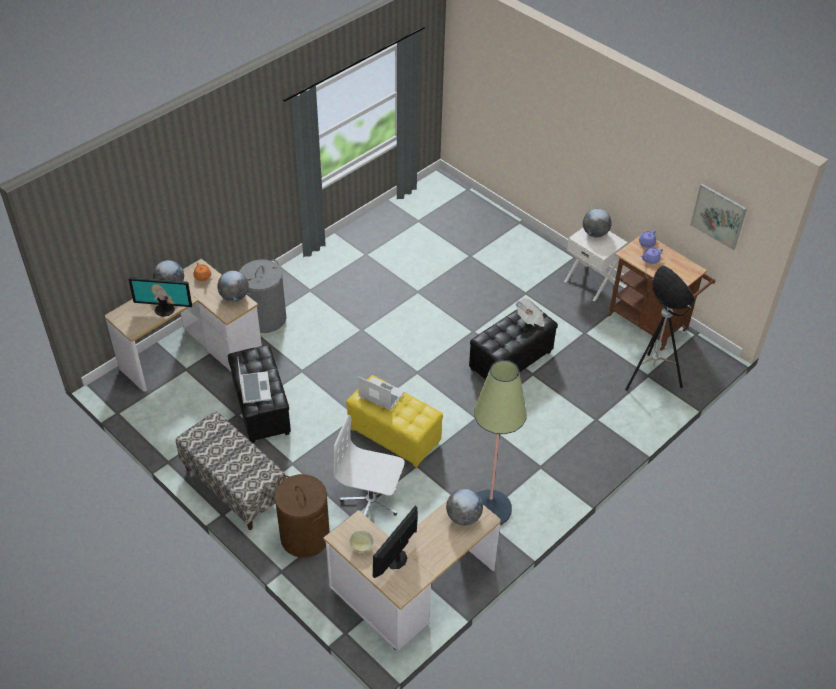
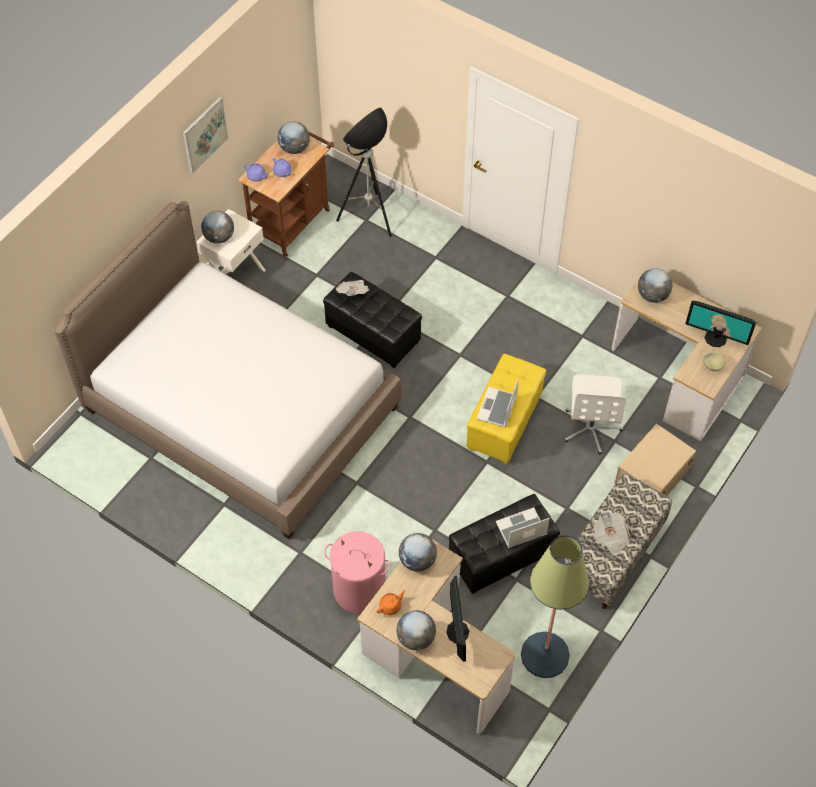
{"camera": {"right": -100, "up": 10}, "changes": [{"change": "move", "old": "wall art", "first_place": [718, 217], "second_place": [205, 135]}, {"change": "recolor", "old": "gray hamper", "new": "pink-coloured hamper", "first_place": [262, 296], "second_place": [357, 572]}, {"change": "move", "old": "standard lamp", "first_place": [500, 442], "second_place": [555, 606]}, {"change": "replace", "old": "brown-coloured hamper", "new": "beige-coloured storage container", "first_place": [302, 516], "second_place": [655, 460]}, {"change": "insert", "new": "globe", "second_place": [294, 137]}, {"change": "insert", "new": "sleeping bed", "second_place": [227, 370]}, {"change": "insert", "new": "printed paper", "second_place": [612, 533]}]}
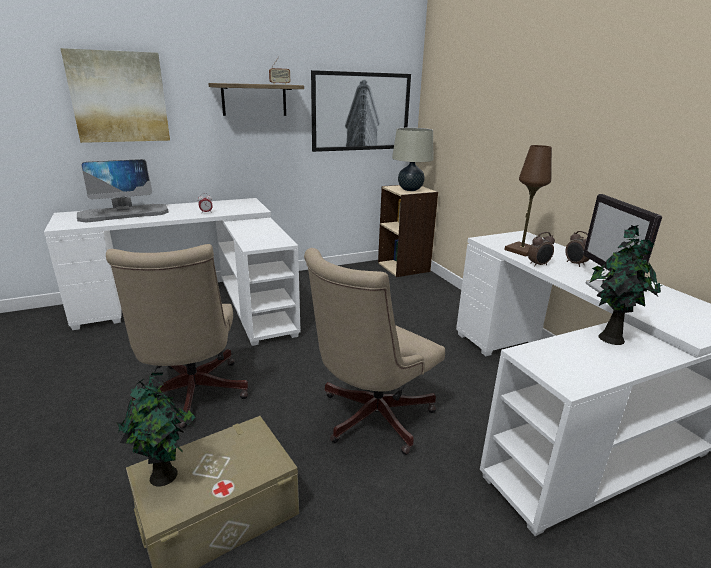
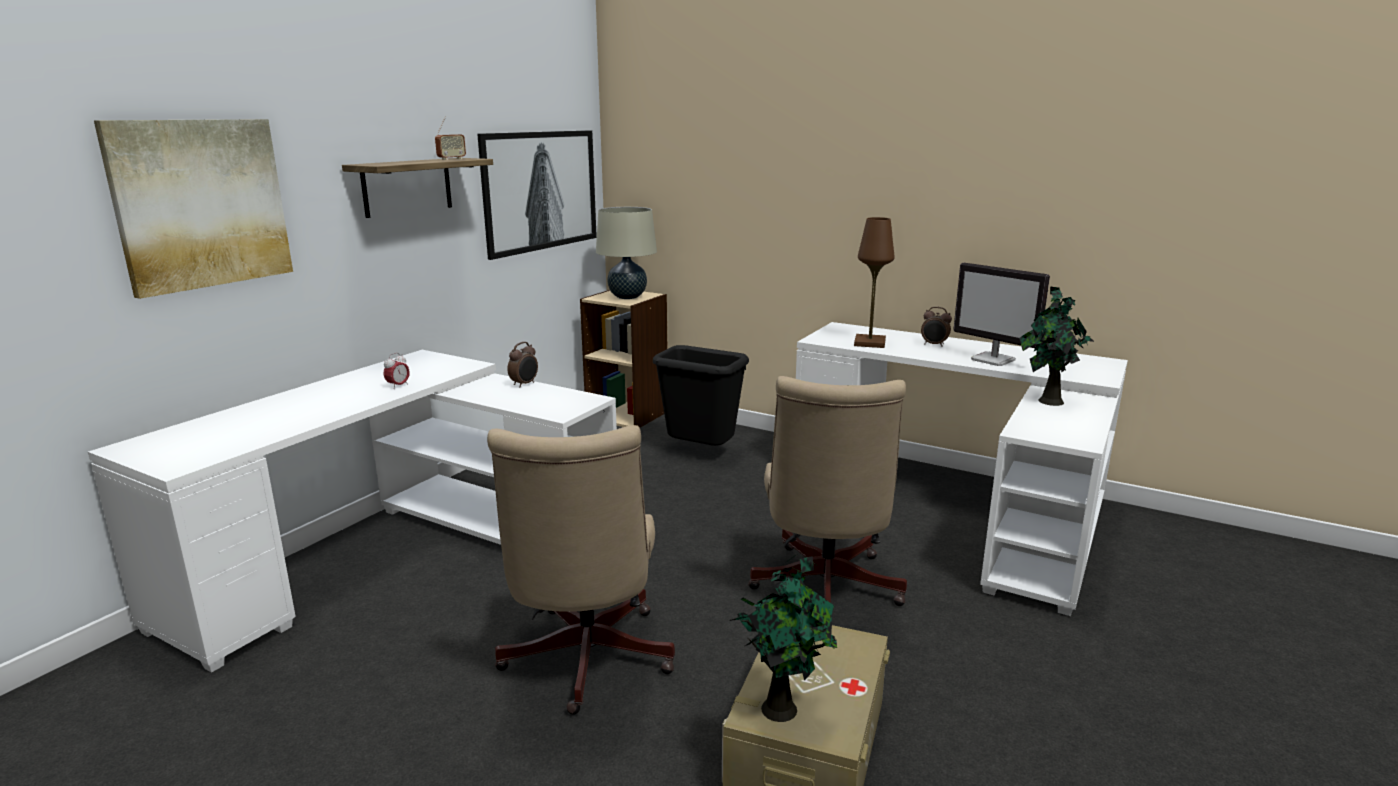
{"camera": {"right": -35, "up": -5}, "changes": [{"change": "delete", "old": "monitor", "first_place": [123, 191]}, {"change": "move", "old": "table clock", "first_place": [541, 249], "second_place": [522, 364]}, {"change": "rotate", "old": "beige-coloured computer chair", "first_place": [177, 336], "second_place": [581, 570], "degrees": 45}, {"change": "insert", "new": "black-coloured trash can", "second_place": [701, 395]}]}
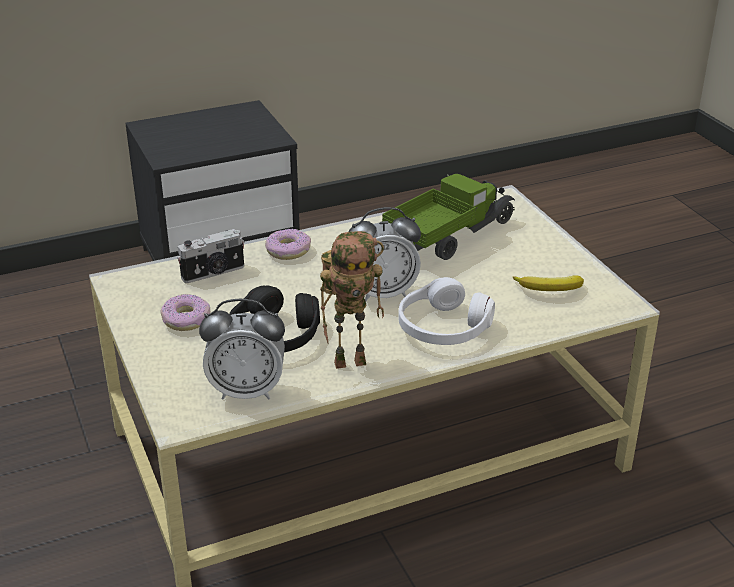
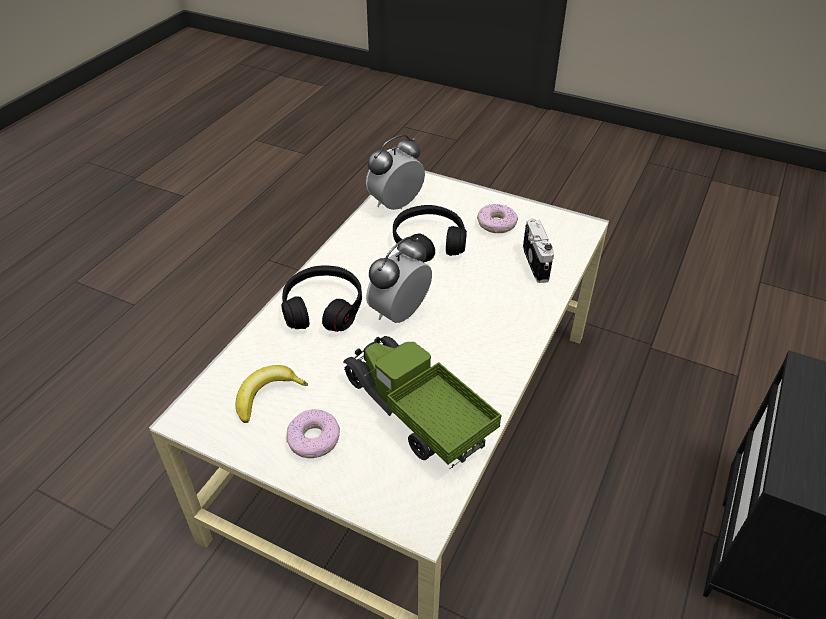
{"camera": {"right": 140, "up": 10}, "changes": [{"change": "rotate", "old": "model truck", "first_place": [448, 217], "second_place": [422, 402], "degrees": 135}, {"change": "rotate", "old": "photo camera", "first_place": [210, 256], "second_place": [538, 250], "degrees": 150}, {"change": "move", "old": "doughnut", "first_place": [288, 244], "second_place": [313, 433]}, {"change": "delete", "old": "toy robot", "first_place": [352, 300]}, {"change": "recolor", "old": "white pair of headphones", "new": "black-coloured pair of headphones", "first_place": [446, 311], "second_place": [321, 299]}]}
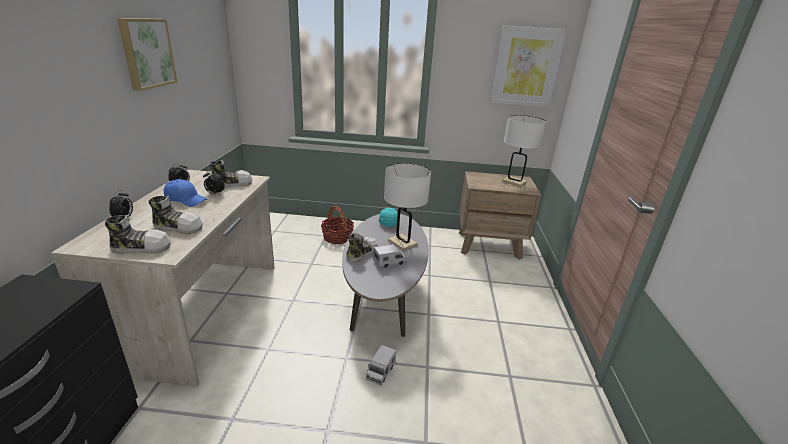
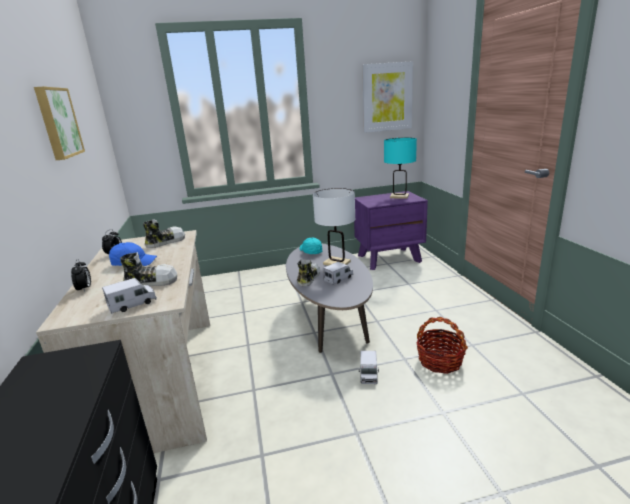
{"camera": {"right": -15, "up": -5}, "changes": [{"change": "recolor", "old": "white lamp for a table", "new": "turquoise lamp for a table", "first_place": [524, 151], "second_place": [400, 168]}, {"change": "delete", "old": "table clock", "first_place": [214, 182]}, {"change": "recolor", "old": "brown-coloured nightstand", "new": "purple-coloured nightstand", "first_place": [500, 215], "second_place": [391, 230]}, {"change": "move", "old": "household basket", "first_place": [337, 225], "second_place": [442, 345]}, {"change": "replace", "old": "item of footwear", "new": "model truck", "first_place": [138, 234], "second_place": [129, 296]}]}
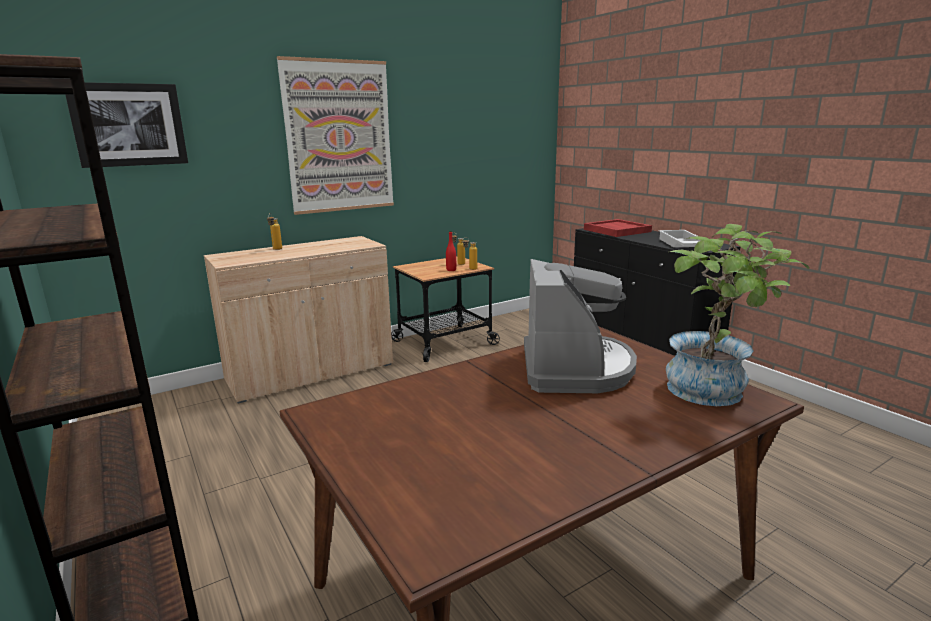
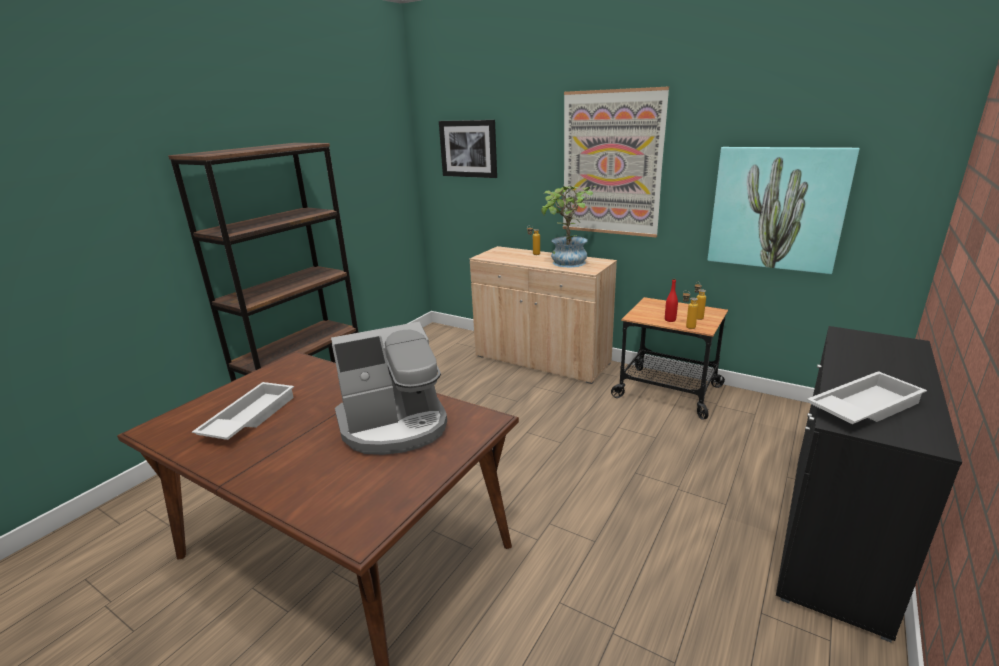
{"camera": {"right": 65, "up": 5}, "changes": [{"change": "delete", "old": "red-coloured carrying tray", "first_place": [618, 228]}, {"change": "move", "old": "potted plant", "first_place": [738, 315], "second_place": [568, 226]}, {"change": "insert", "new": "wall art", "second_place": [783, 210]}, {"change": "insert", "new": "white carrying tray", "second_place": [243, 411]}]}
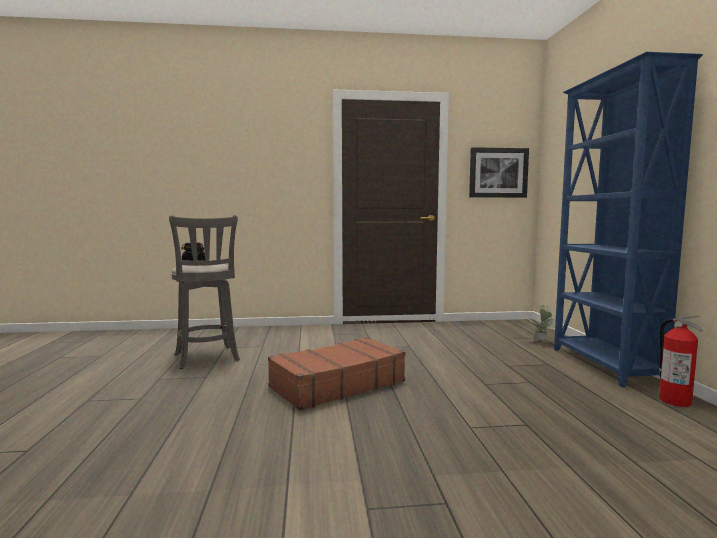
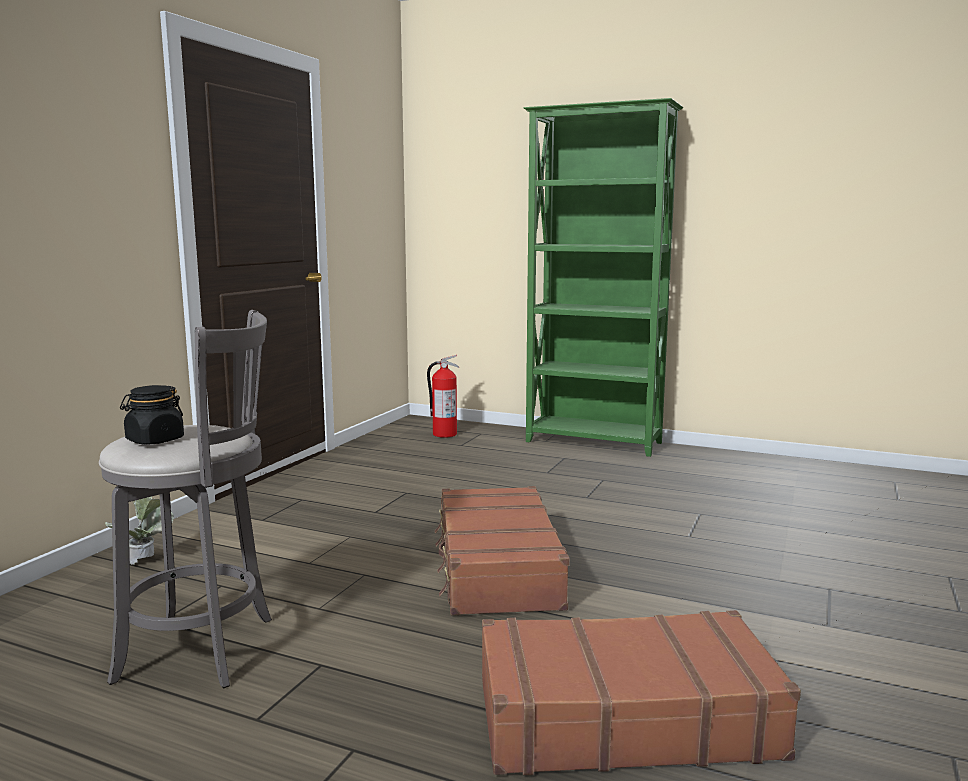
{"camera": {"right": -60, "up": 5}, "changes": [{"change": "recolor", "old": "bluish shelving unit", "new": "green shelving unit", "first_place": [628, 219], "second_place": [603, 277]}, {"change": "delete", "old": "wall art", "first_place": [499, 172]}, {"change": "move", "old": "potted plant", "first_place": [541, 323], "second_place": [139, 530]}, {"change": "move", "old": "extinguisher", "first_place": [681, 361], "second_place": [443, 396]}, {"change": "insert", "new": "brown-coloured suitcase", "second_place": [641, 692]}]}
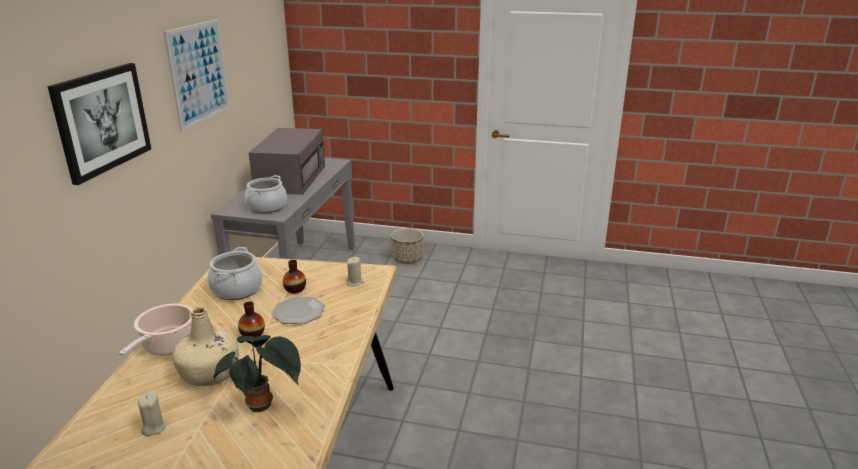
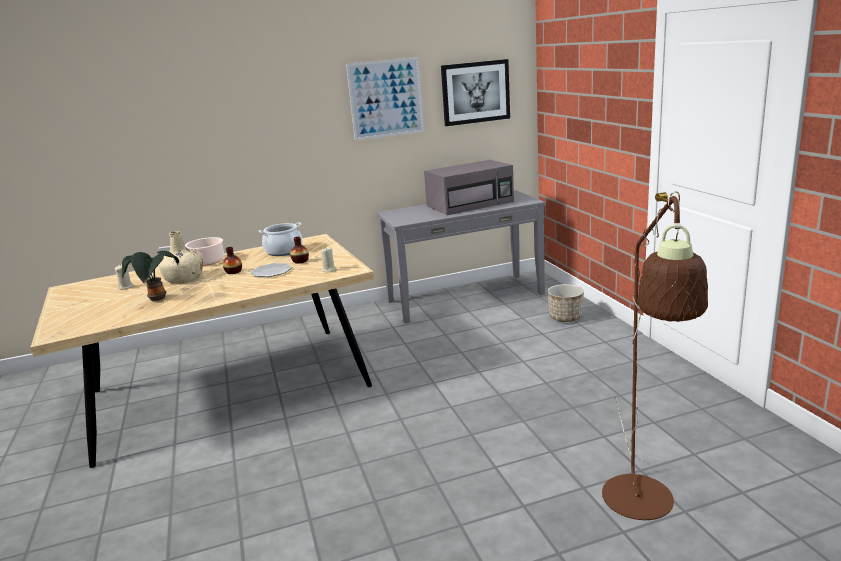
{"camera": {"right": 60, "up": -5}, "changes": [{"change": "move", "old": "wall art", "first_place": [99, 124], "second_place": [475, 92]}, {"change": "delete", "old": "cooking pot", "first_place": [266, 194]}, {"change": "insert", "new": "brown-coloured standard lamp", "second_place": [655, 355]}]}
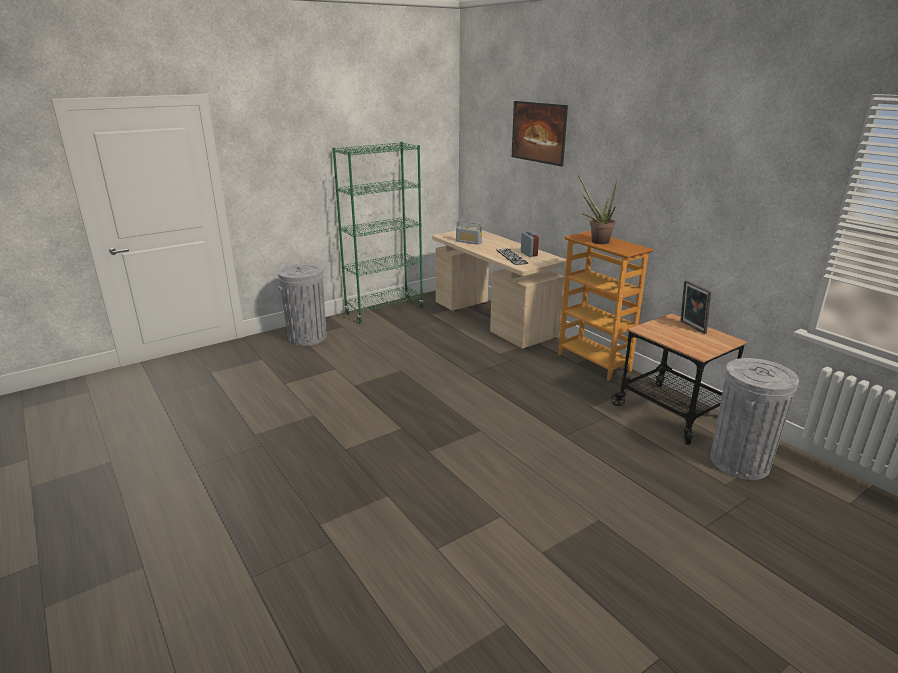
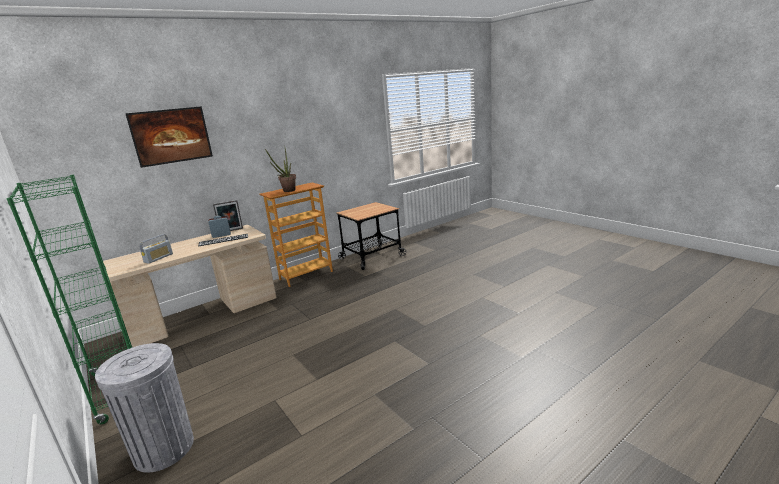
{"camera": {"right": -90, "up": -5}, "changes": [{"change": "move", "old": "photo frame", "first_place": [695, 307], "second_place": [228, 215]}, {"change": "delete", "old": "gray trash can", "first_place": [755, 419]}]}
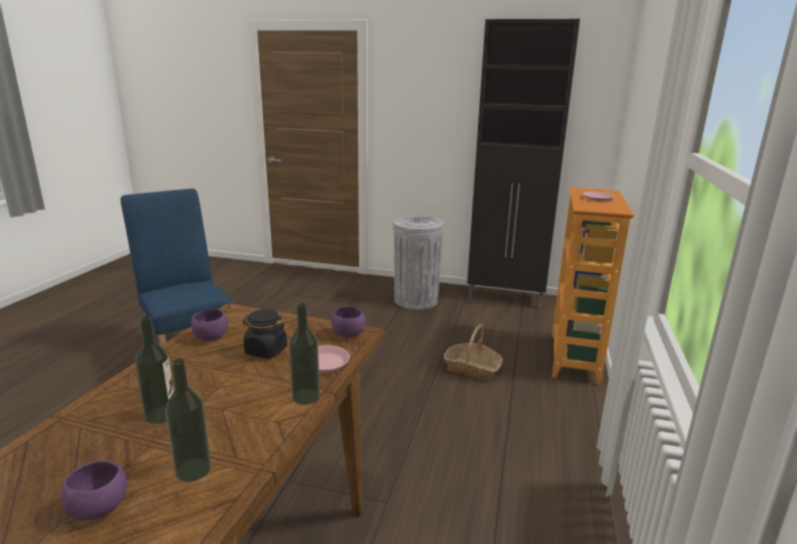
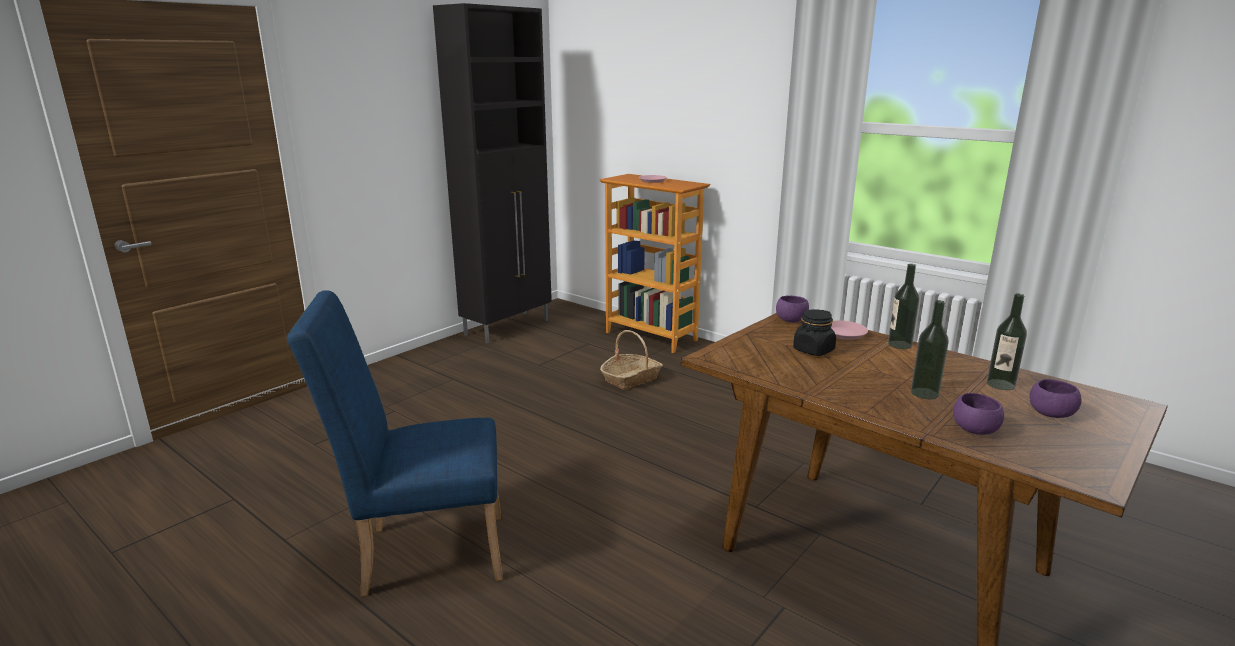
{"camera": {"right": -65, "up": 0}, "changes": [{"change": "delete", "old": "gray trash can", "first_place": [418, 263]}, {"change": "move", "old": "purple-coloured bowl", "first_place": [209, 325], "second_place": [978, 414]}]}
